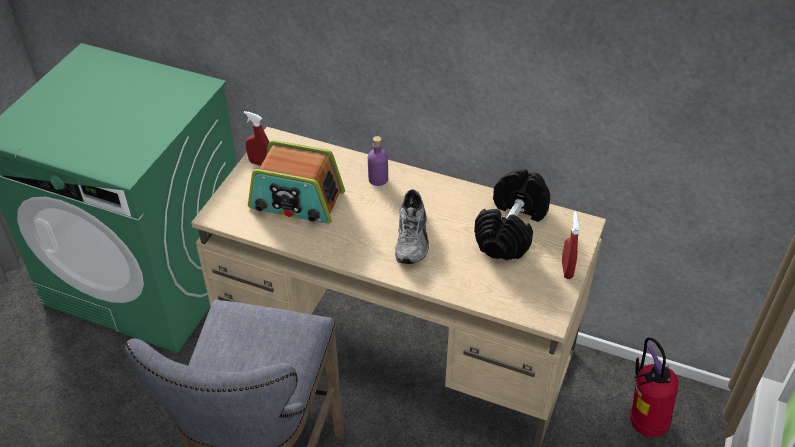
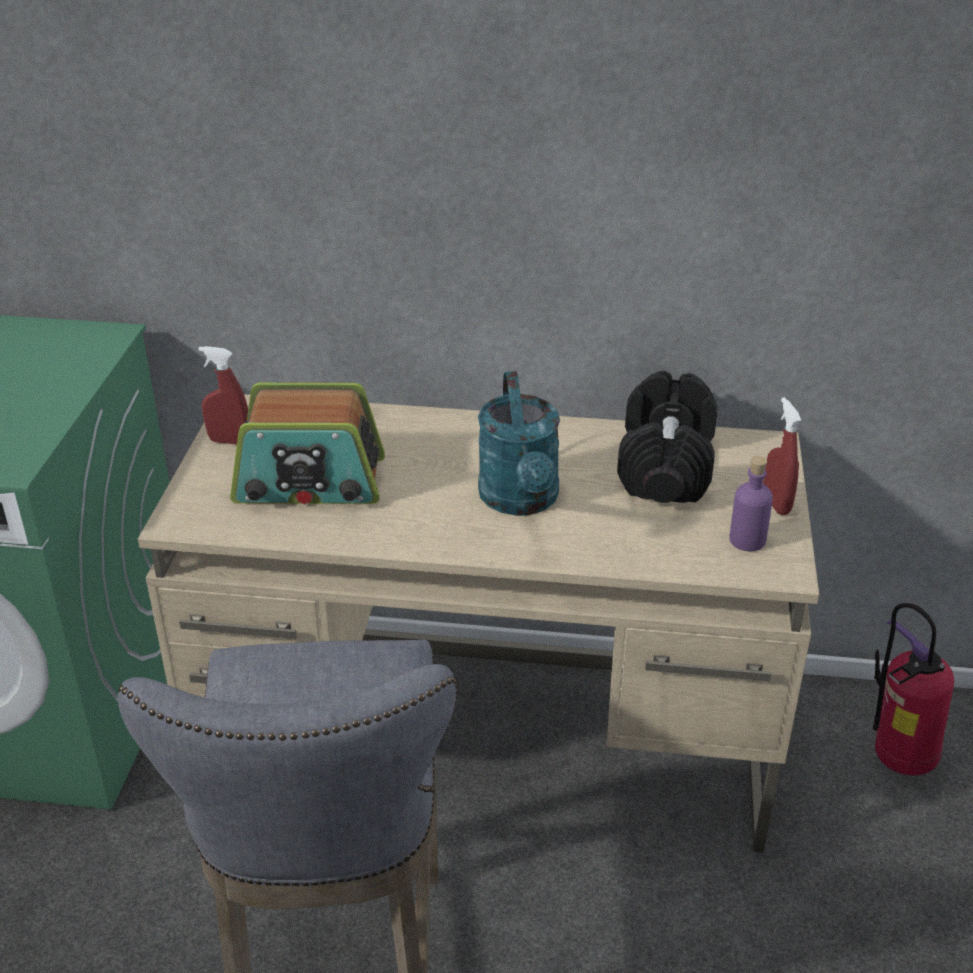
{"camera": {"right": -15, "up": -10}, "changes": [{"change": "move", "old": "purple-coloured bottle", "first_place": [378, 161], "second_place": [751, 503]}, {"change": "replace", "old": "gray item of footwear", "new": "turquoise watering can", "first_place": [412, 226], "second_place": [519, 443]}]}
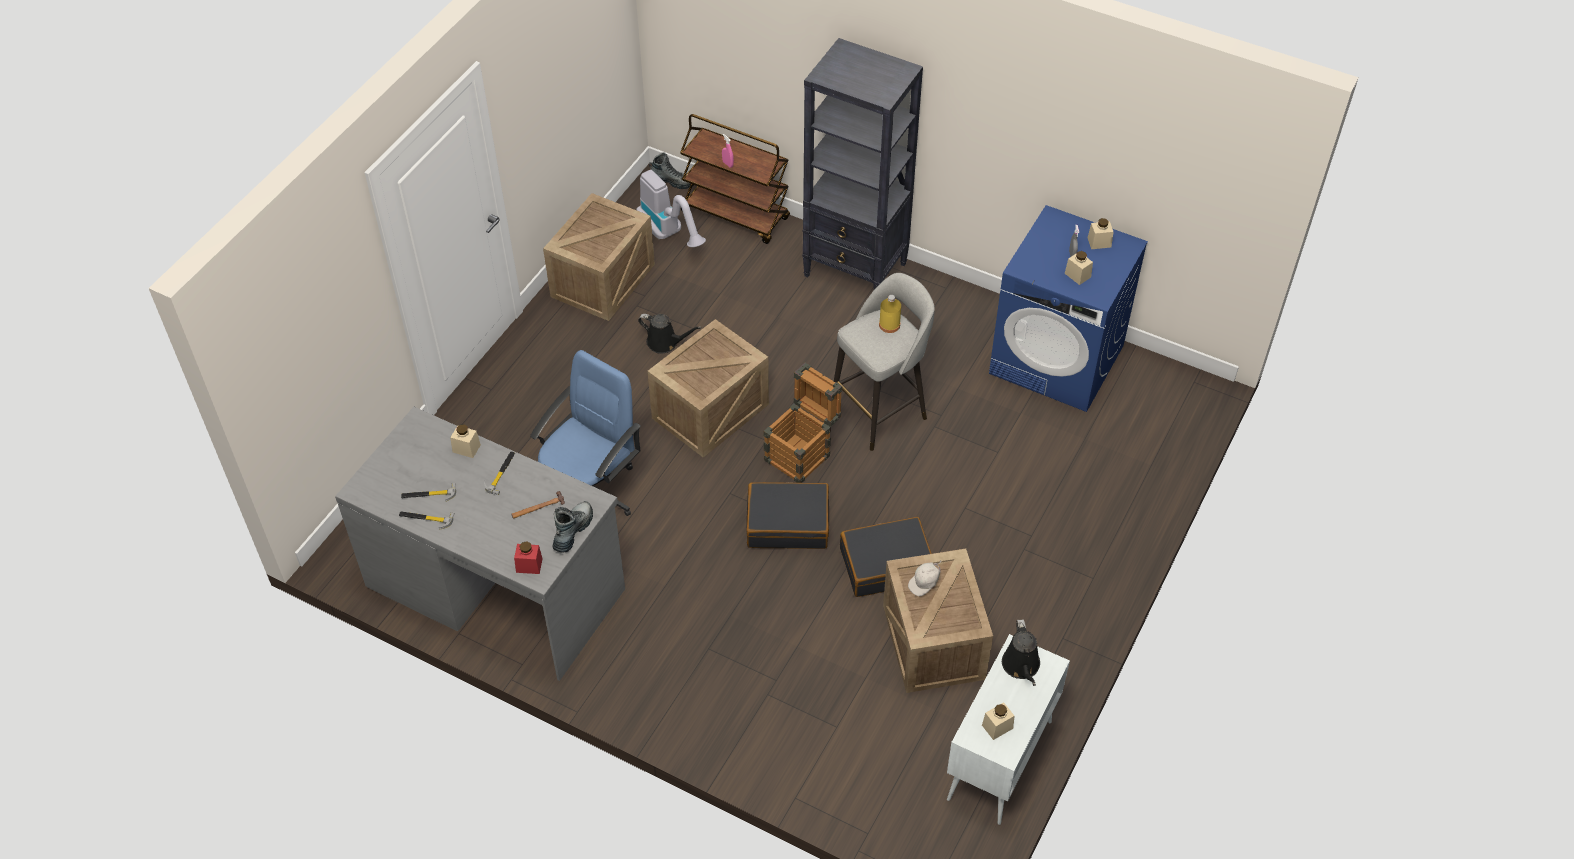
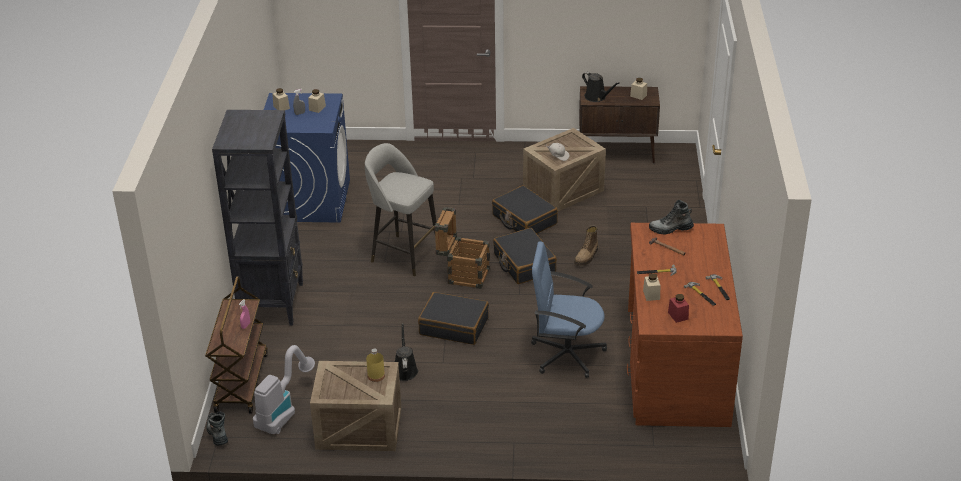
{"camera": {"right": -115, "up": -15}, "changes": [{"change": "move", "old": "yellow bottle", "first_place": [890, 314], "second_place": [375, 365]}, {"change": "replace", "old": "shipping crate", "new": "black-coloured suitcase", "first_place": [708, 388], "second_place": [453, 318]}, {"change": "recolor", "old": "gray desk unit", "new": "brown-coloured desk unit", "first_place": [480, 544], "second_place": [685, 325]}, {"change": "move", "old": "red-coloured jar", "first_place": [528, 557], "second_place": [678, 308]}, {"change": "rotate", "old": "black-coloured watering can", "first_place": [1021, 652], "second_place": [601, 87], "degrees": 75}, {"change": "recolor", "old": "white cupboard", "new": "brown-coloured cupboard", "first_place": [1008, 729], "second_place": [619, 124]}, {"change": "insert", "new": "boot", "second_place": [586, 245]}]}
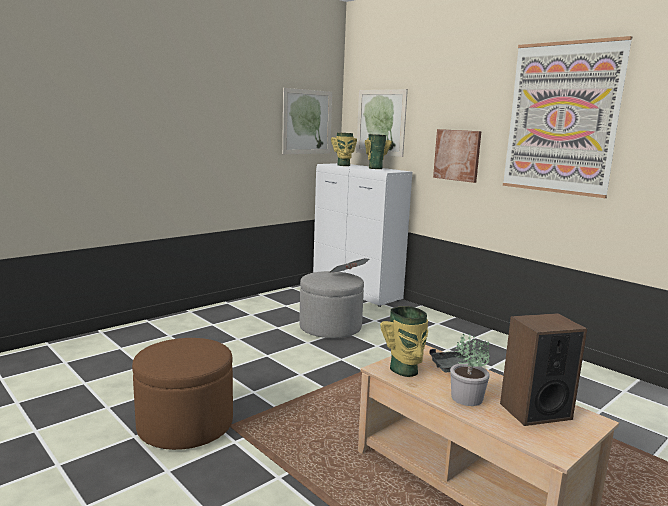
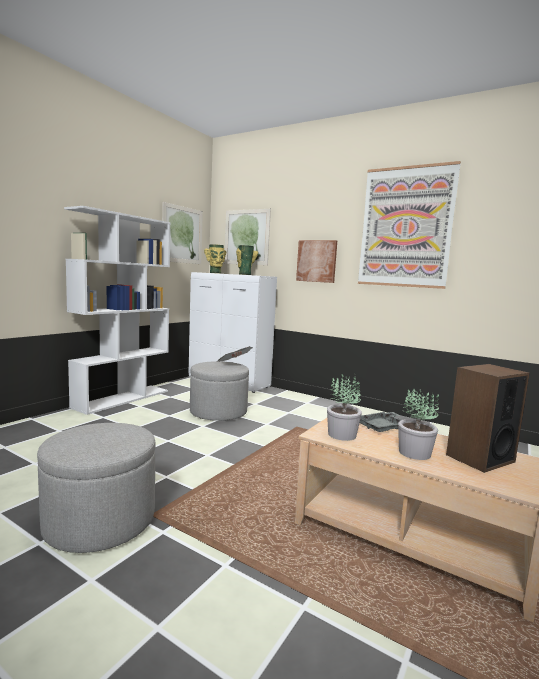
{"camera": {"right": -15, "up": -5}, "changes": [{"change": "replace", "old": "decorative vase", "new": "potted plant", "first_place": [404, 341], "second_place": [344, 407]}, {"change": "recolor", "old": "brown-coloured ottoman", "new": "gray ottoman", "first_place": [182, 394], "second_place": [96, 488]}, {"change": "insert", "new": "white shelving unit", "second_place": [117, 310]}]}
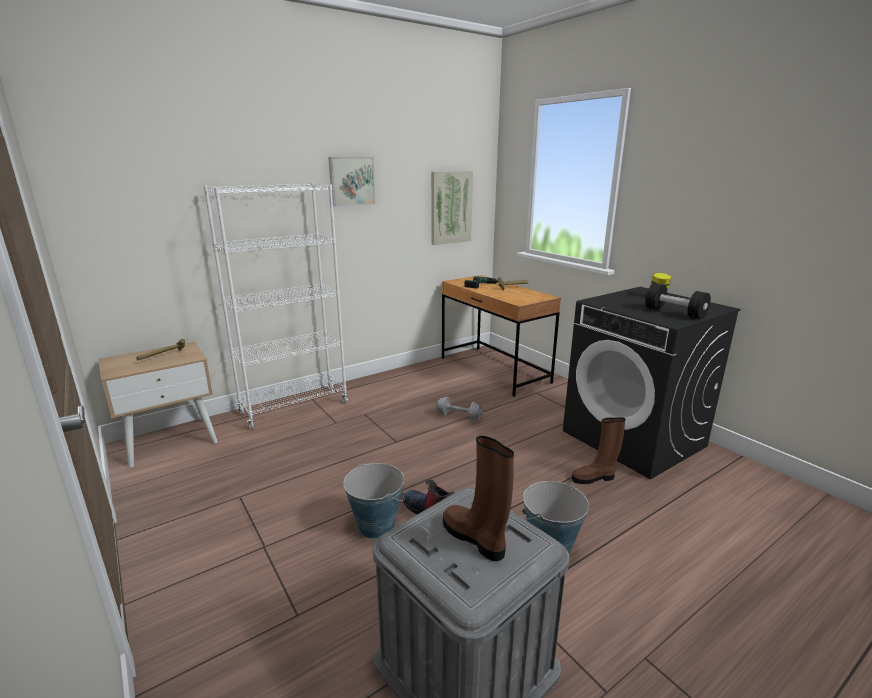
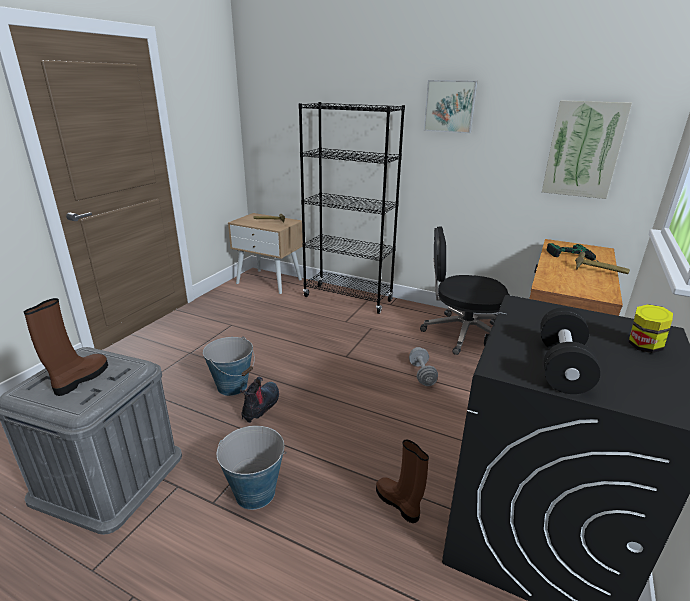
{"camera": {"right": 60, "up": 5}, "changes": [{"change": "recolor", "old": "white shelving unit", "new": "black-coloured shelving unit", "first_place": [275, 306], "second_place": [352, 208]}, {"change": "insert", "new": "black-coloured computer chair", "second_place": [464, 291]}]}
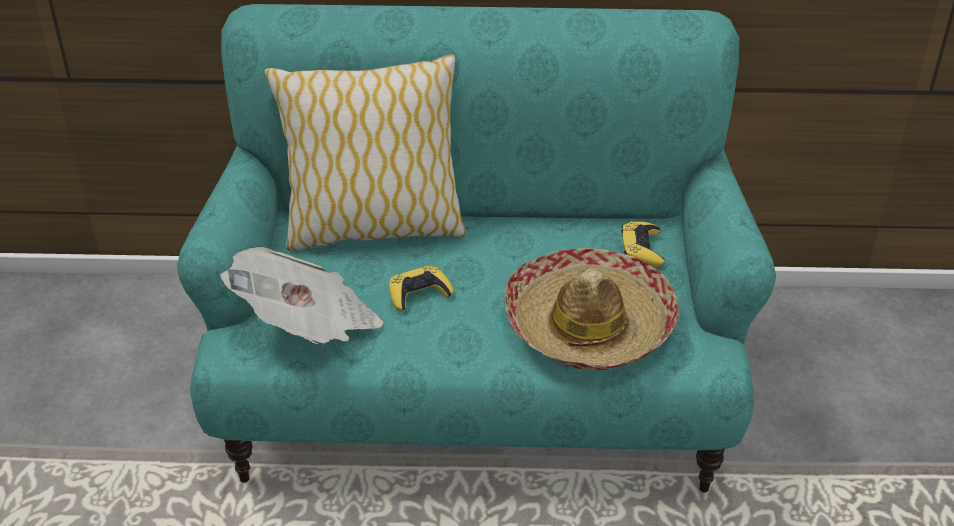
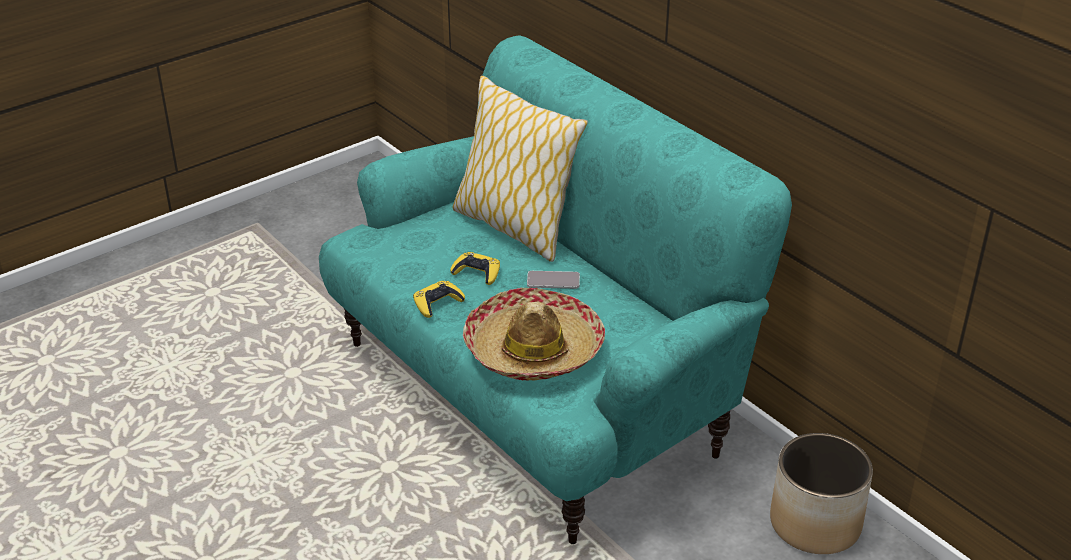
{"camera": {"right": 50, "up": -5}, "changes": [{"change": "move", "old": "yellow joypad", "first_place": [643, 244], "second_place": [439, 299]}, {"change": "delete", "old": "printed paper", "first_place": [301, 296]}, {"change": "insert", "new": "phone", "second_place": [553, 280]}, {"change": "insert", "new": "flower pot", "second_place": [821, 493]}]}
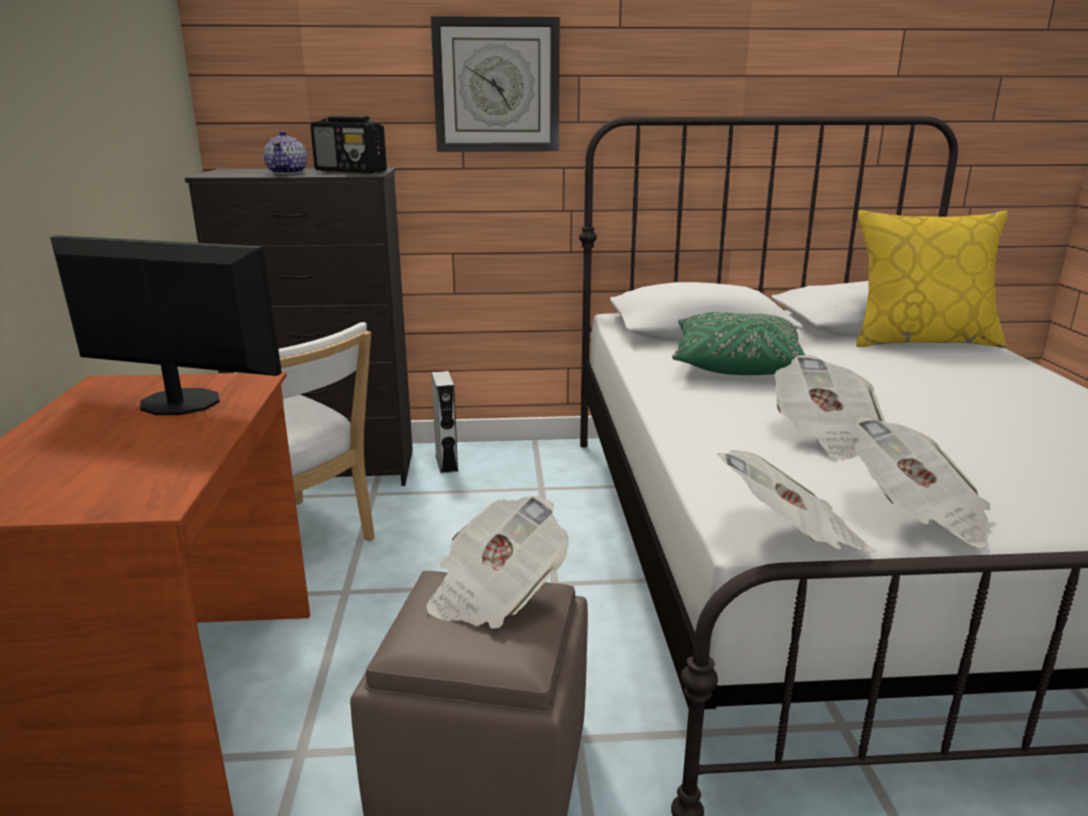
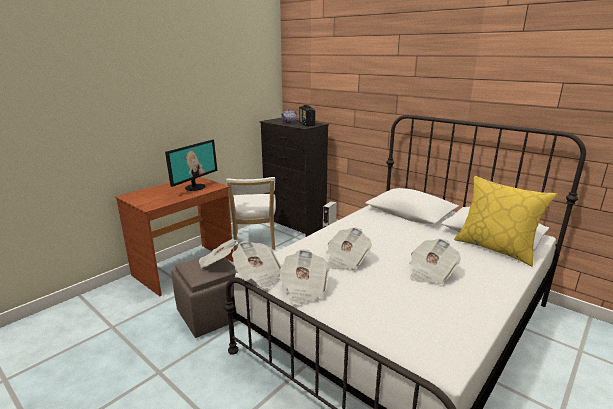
{"camera": {"right": 45, "up": 0}, "changes": [{"change": "delete", "old": "hanging clock", "first_place": [495, 84]}, {"change": "rotate", "old": "monitor", "first_place": [166, 325], "second_place": [191, 165], "degrees": 60}, {"change": "delete", "old": "green cushion", "first_place": [739, 343]}, {"change": "insert", "new": "printed paper", "second_place": [435, 261]}]}
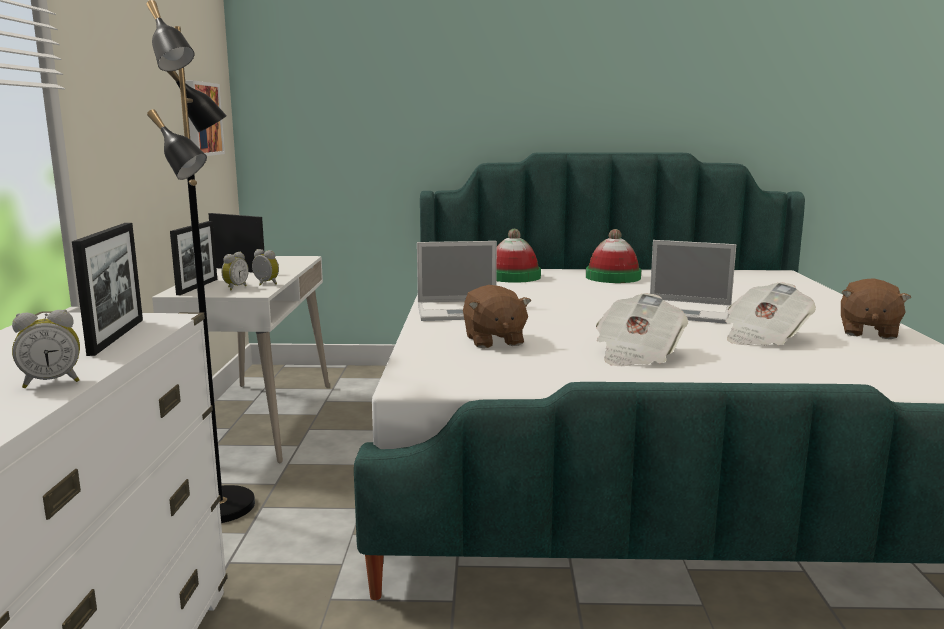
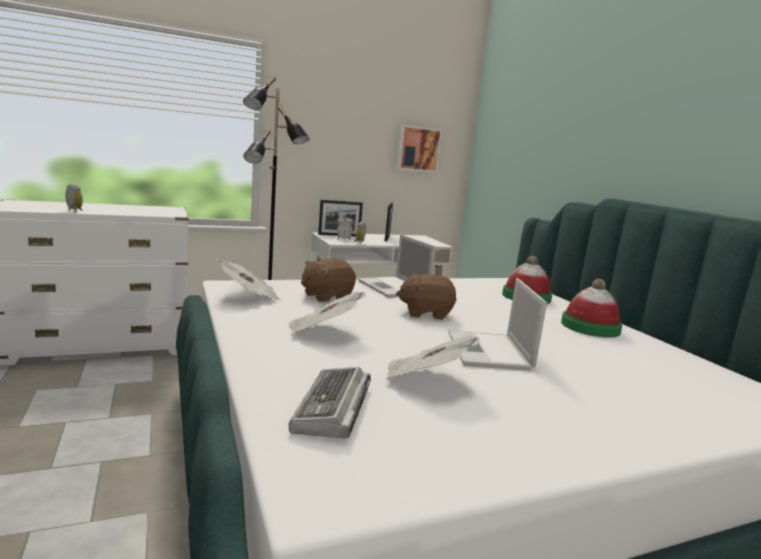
{"camera": {"right": 65, "up": 0}, "changes": [{"change": "delete", "old": "photo frame", "first_place": [107, 289]}, {"change": "move", "old": "brown-coloured cuddly toy", "first_place": [876, 308], "second_place": [426, 297]}, {"change": "insert", "new": "printed paper", "second_place": [248, 280]}, {"change": "insert", "new": "computer keyboard", "second_place": [330, 403]}]}
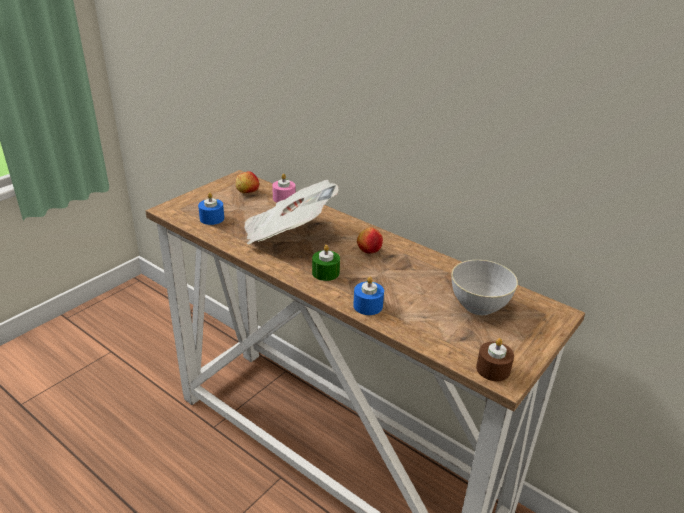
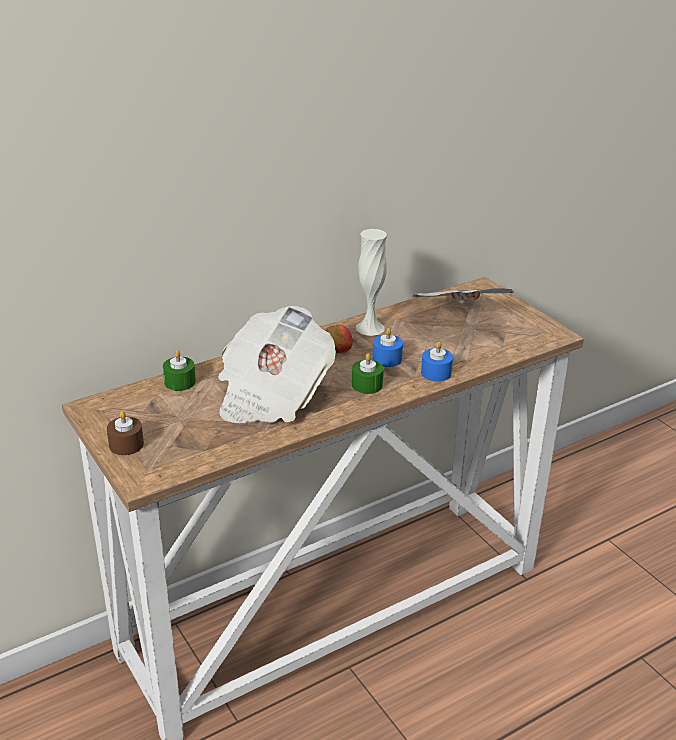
{"camera": {"right": -70, "up": 0}, "changes": [{"change": "delete", "old": "apple", "first_place": [247, 182]}, {"change": "recolor", "old": "pink-coloured wax light", "new": "green wax light", "first_place": [283, 188], "second_place": [179, 370]}, {"change": "move", "old": "bluish wax light", "first_place": [211, 209], "second_place": [387, 347]}, {"change": "replace", "old": "gray bowl", "new": "printed paper", "first_place": [484, 287], "second_place": [463, 296]}, {"change": "move", "old": "brown-coloured wax light", "first_place": [495, 359], "second_place": [125, 433]}, {"change": "insert", "new": "white decorative vase", "second_place": [371, 282]}]}
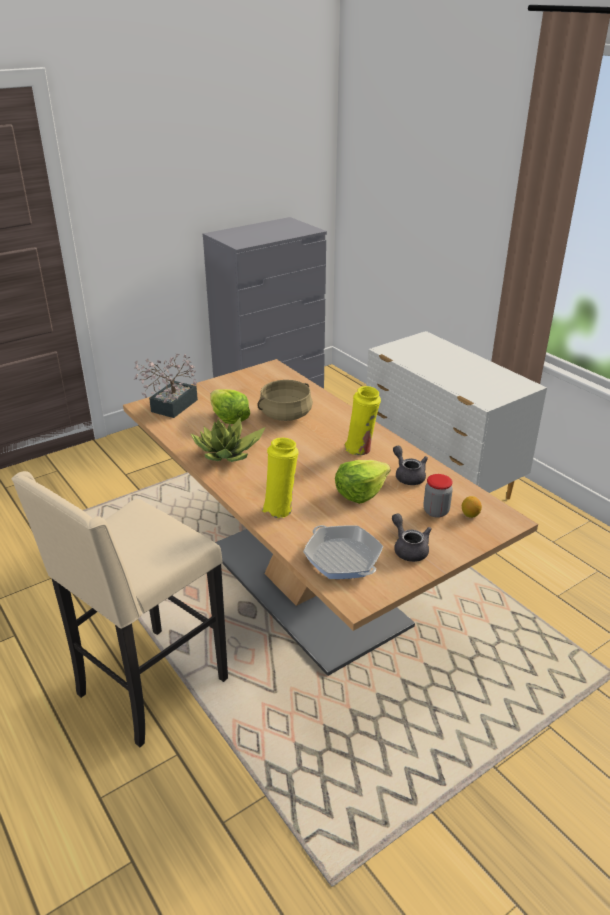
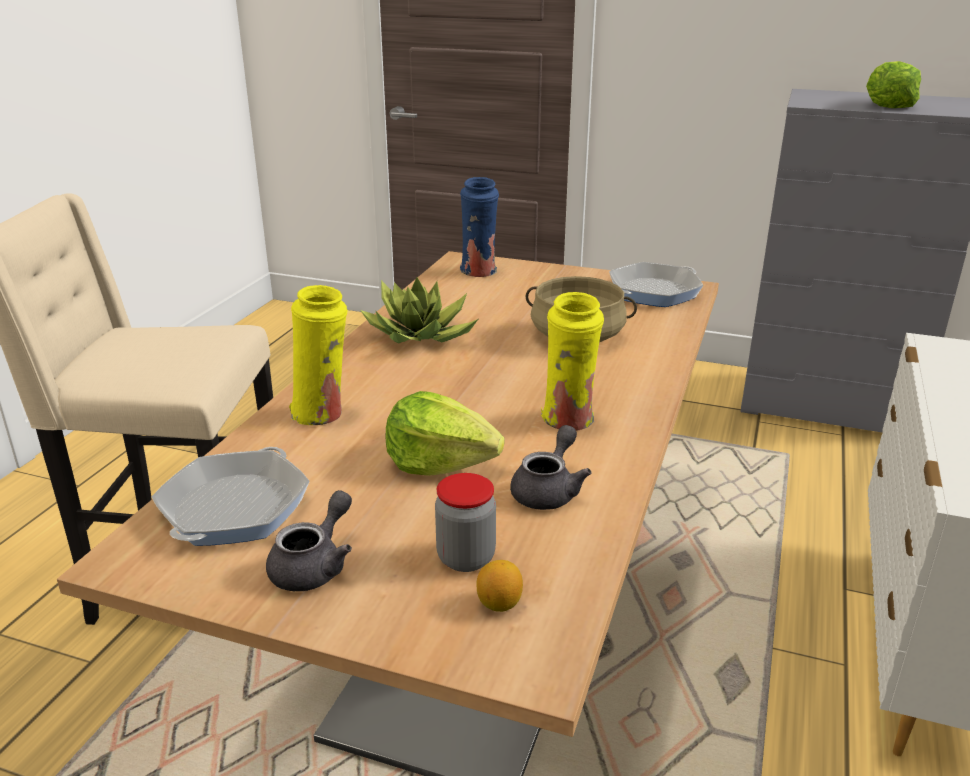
{"camera": {"right": 55, "up": -5}, "changes": [{"change": "replace", "old": "potted plant", "new": "bluish decorative vase", "first_place": [166, 386], "second_place": [479, 227]}, {"change": "move", "old": "head of lettuce", "first_place": [230, 406], "second_place": [893, 84]}, {"change": "insert", "new": "skillet", "second_place": [656, 284]}]}
